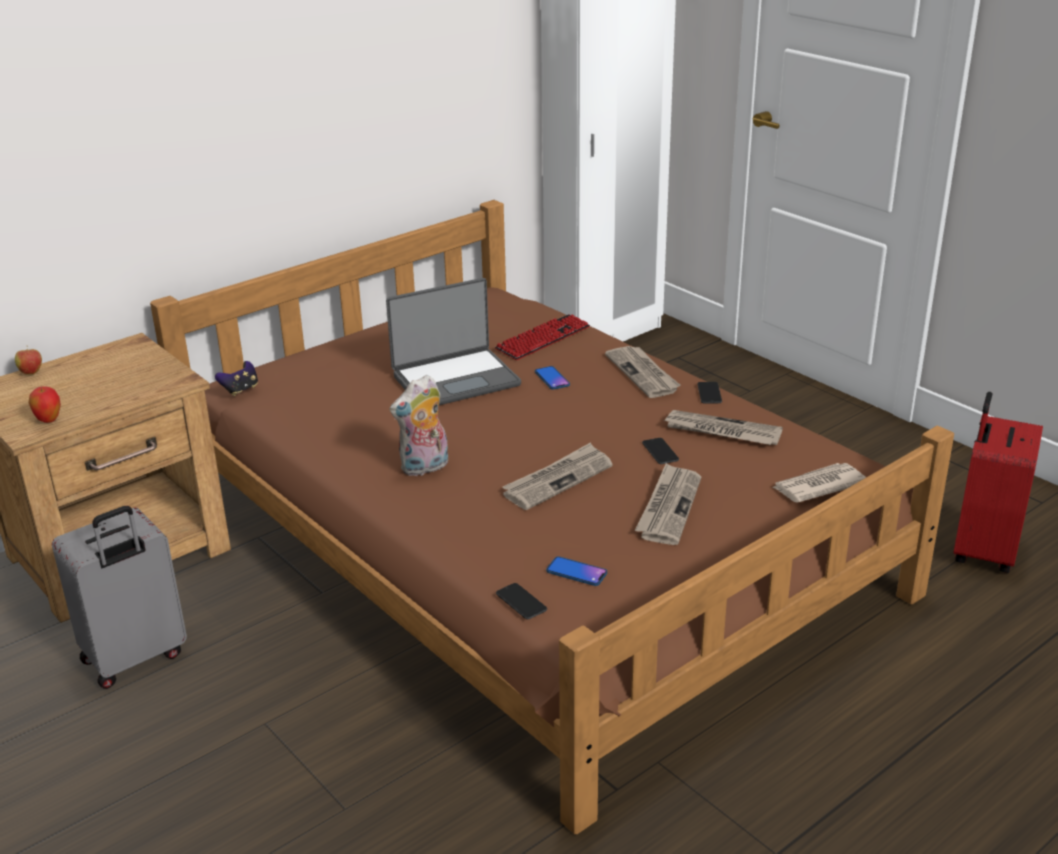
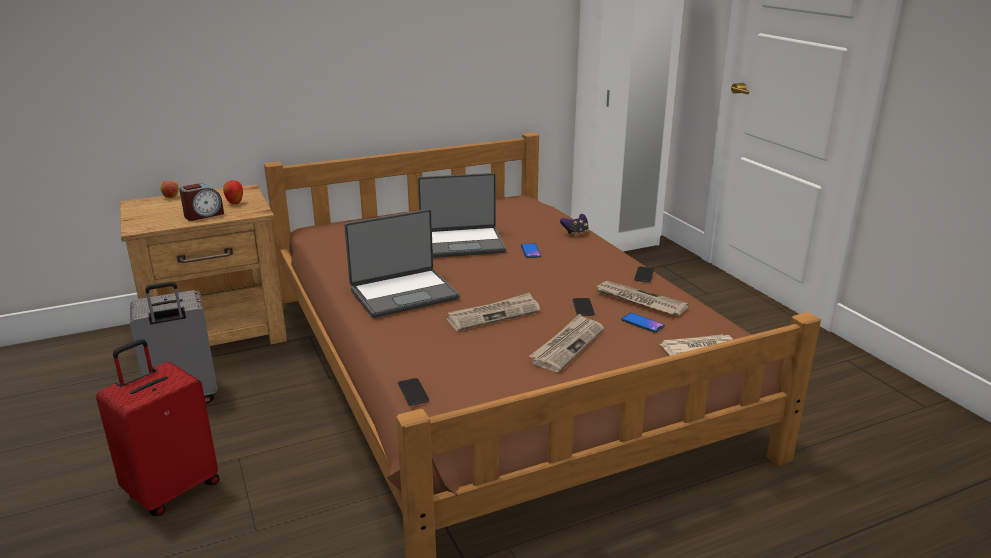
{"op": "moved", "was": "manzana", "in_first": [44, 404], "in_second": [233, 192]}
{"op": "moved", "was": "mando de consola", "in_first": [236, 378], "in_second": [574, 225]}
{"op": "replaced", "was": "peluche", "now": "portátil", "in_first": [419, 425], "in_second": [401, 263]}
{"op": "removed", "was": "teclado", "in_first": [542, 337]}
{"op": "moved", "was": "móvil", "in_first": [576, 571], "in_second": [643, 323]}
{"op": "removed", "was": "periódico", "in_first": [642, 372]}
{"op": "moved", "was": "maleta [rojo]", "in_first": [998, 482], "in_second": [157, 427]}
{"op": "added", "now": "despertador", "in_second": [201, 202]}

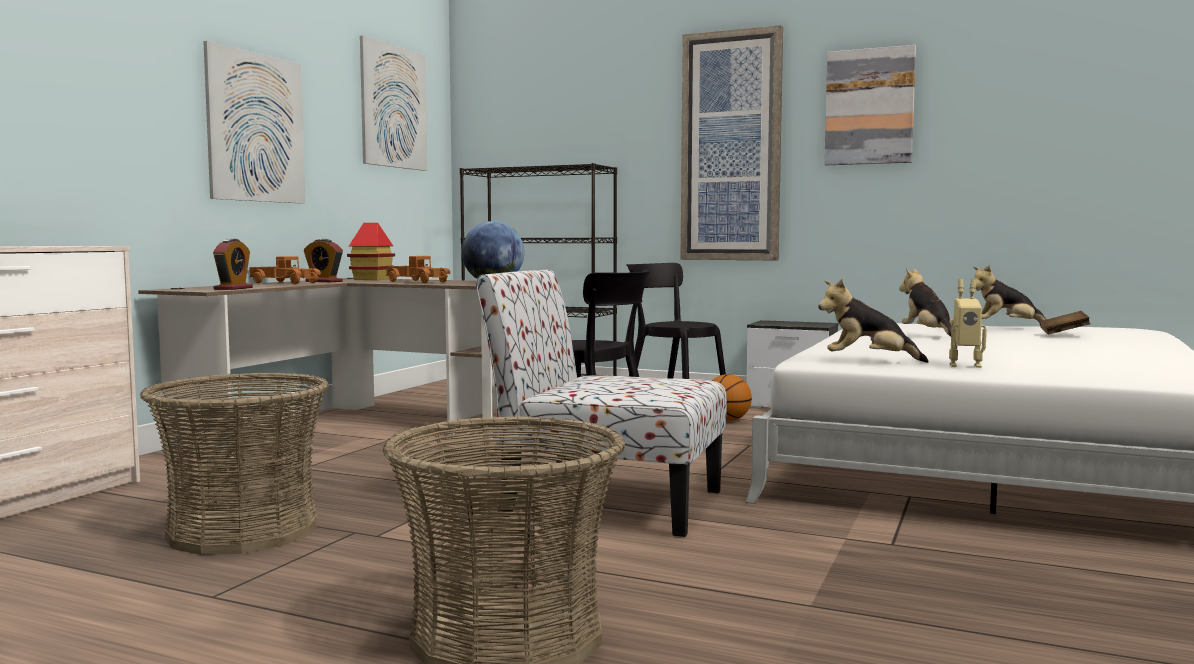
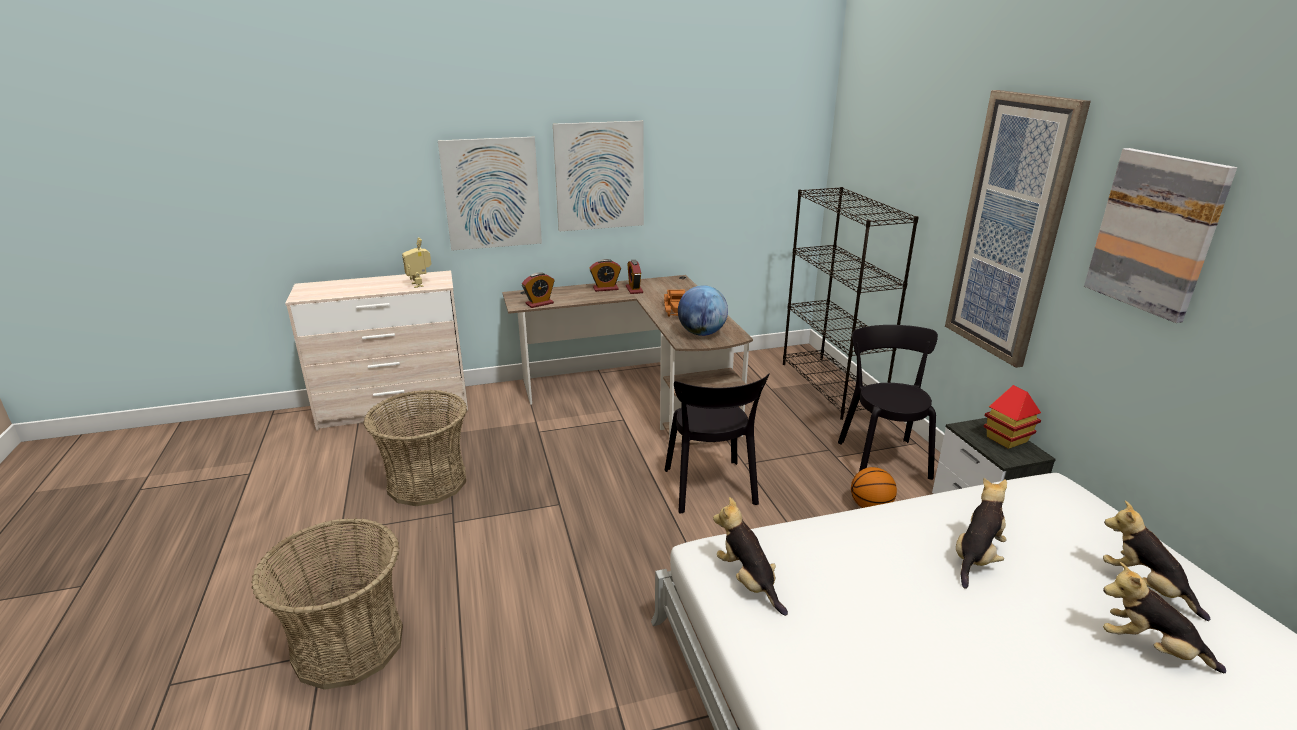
{"op": "replaced", "was": "camión de juguete", "now": "despertador", "in_first": [285, 270], "in_second": [605, 275]}
{"op": "moved", "was": "casita", "in_first": [371, 251], "in_second": [1012, 417]}
{"op": "moved", "was": "cuadro", "in_first": [393, 103], "in_second": [490, 194]}
{"op": "removed", "was": "silla", "in_first": [601, 403]}
{"op": "moved", "was": "robot de juguete", "in_first": [968, 323], "in_second": [416, 263]}
{"op": "replaced", "was": "libro [marrón]", "now": "peluche", "in_first": [1065, 322], "in_second": [1164, 617]}

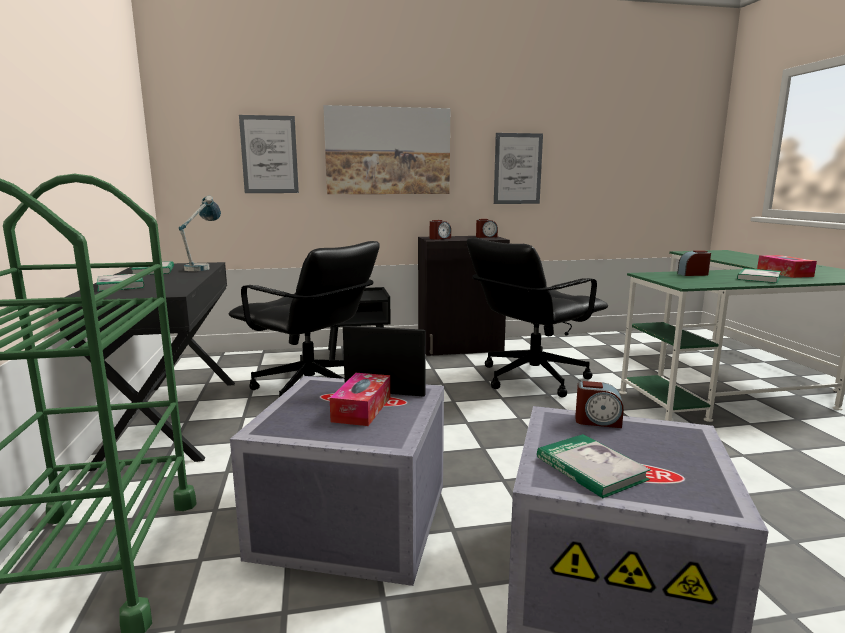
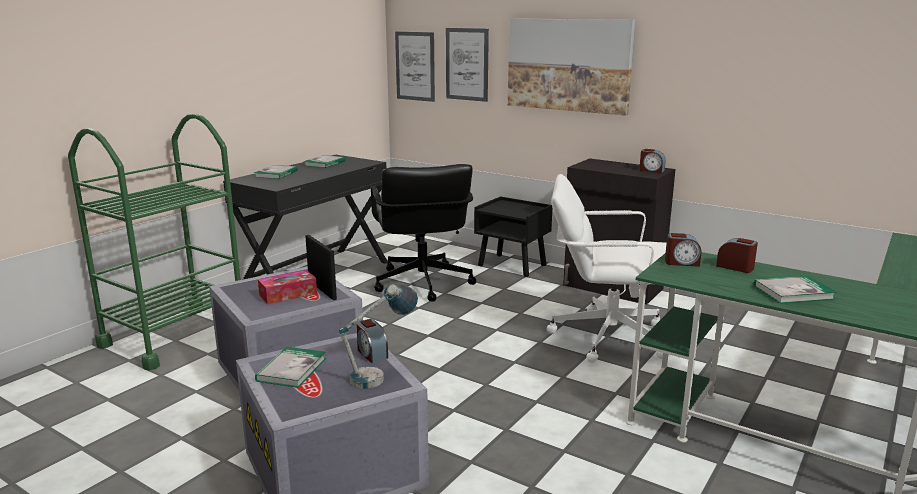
{"op": "moved", "was": "lámpara de mesa", "in_first": [200, 233], "in_second": [378, 337]}
{"op": "moved", "was": "despertador", "in_first": [440, 230], "in_second": [683, 250]}
{"op": "recoloured", "was": "silla de oficina [negro]", "now": "silla de oficina [blanco]", "in_first": [537, 317], "in_second": [606, 268]}
{"op": "moved", "was": "cuadro", "in_first": [518, 168], "in_second": [415, 67]}
{"op": "removed", "was": "caja de pañuelos", "in_first": [787, 266]}

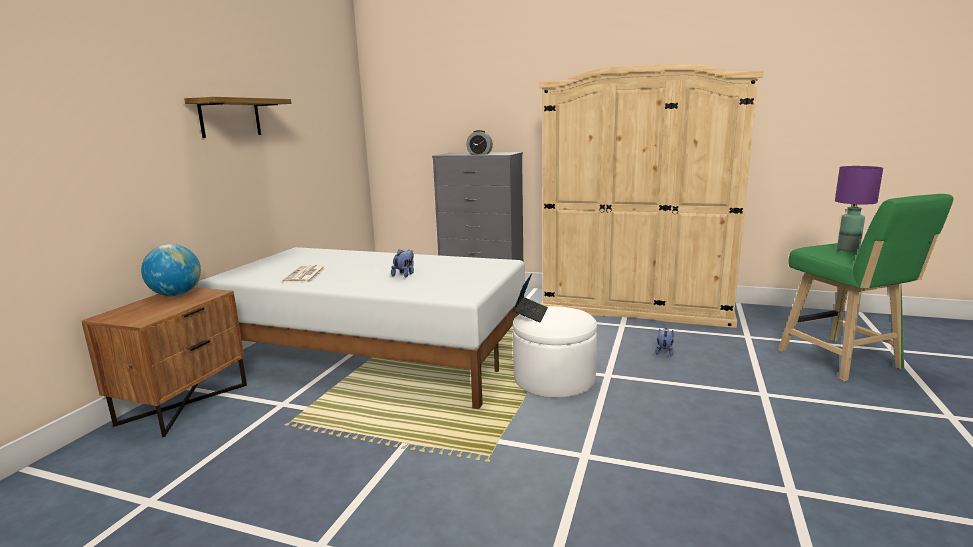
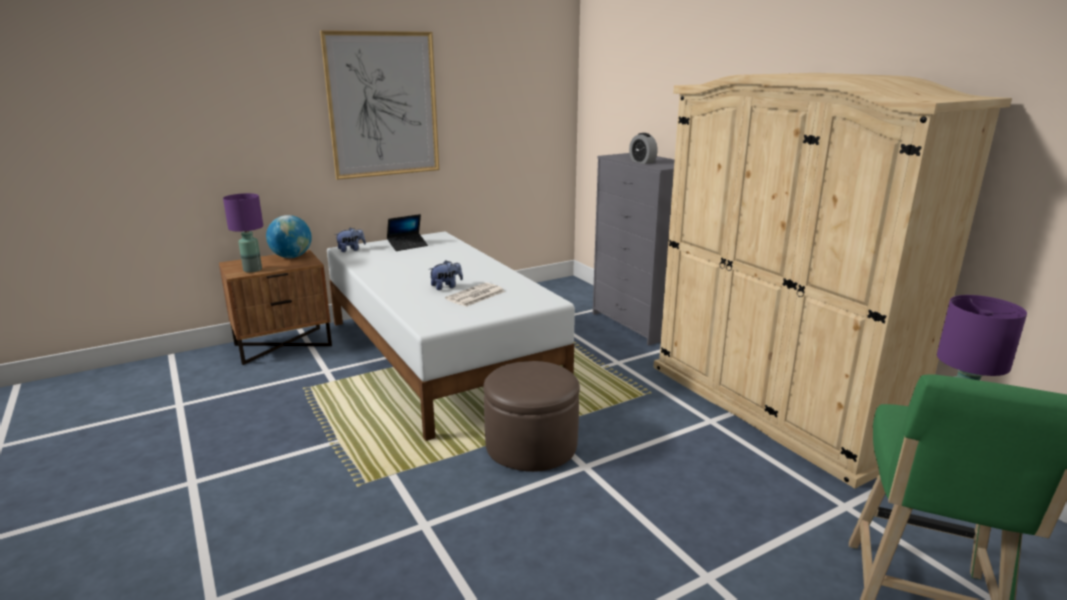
{"op": "replaced", "was": "estante", "now": "cuadro", "in_first": [238, 117], "in_second": [379, 105]}
{"op": "moved", "was": "periódico", "in_first": [304, 274], "in_second": [475, 294]}
{"op": "moved", "was": "portátil", "in_first": [530, 297], "in_second": [407, 232]}
{"op": "recoloured", "was": "puf [blanco]", "now": "puf [marrón]", "in_first": [555, 352], "in_second": [531, 416]}
{"op": "moved", "was": "peluche", "in_first": [664, 342], "in_second": [350, 239]}
{"op": "added", "now": "lámpara de mesa [morado]", "in_second": [243, 233]}

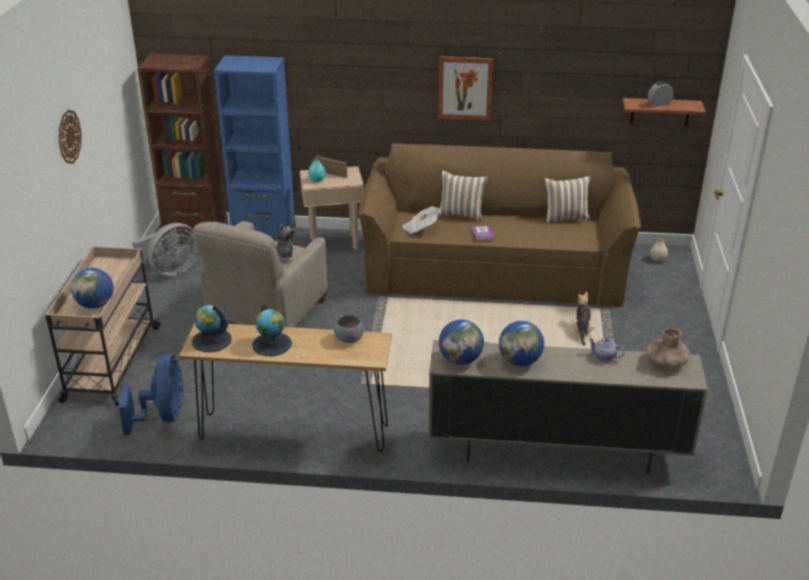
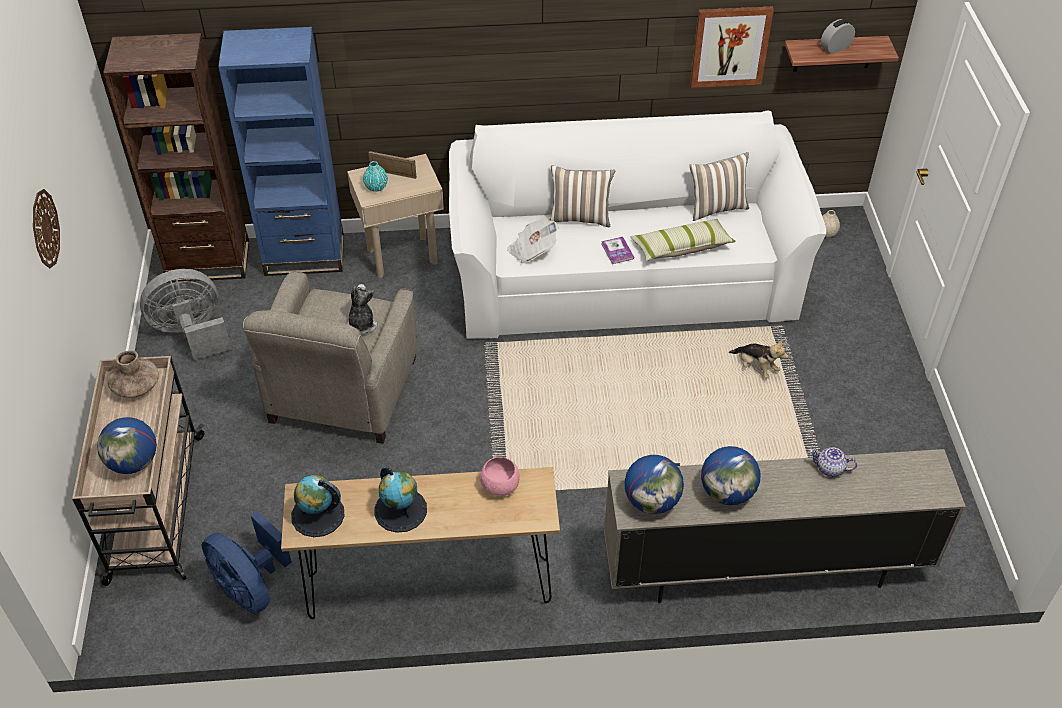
{"op": "turned", "was": "ventilador [azul]", "in_first": [151, 394], "in_second": [247, 562], "clockwise": 150}
{"op": "turned", "was": "ventilador [gris]", "in_first": [165, 249], "in_second": [185, 314], "clockwise": -150}
{"op": "recoloured", "was": "cuenco [gris]", "now": "cuenco [rosa]", "in_first": [349, 329], "in_second": [500, 476]}
{"op": "recoloured", "was": "sofá [marrón]", "now": "sofá [blanco]", "in_first": [499, 224], "in_second": [637, 224]}
{"op": "moved", "was": "cuadro", "in_first": [465, 88], "in_second": [732, 47]}
{"op": "turned", "was": "peluche", "in_first": [584, 319], "in_second": [758, 358], "clockwise": 135}
{"op": "moved", "was": "florero [marrón]", "in_first": [668, 348], "in_second": [133, 374]}
{"op": "added", "now": "cojín", "in_second": [683, 240]}

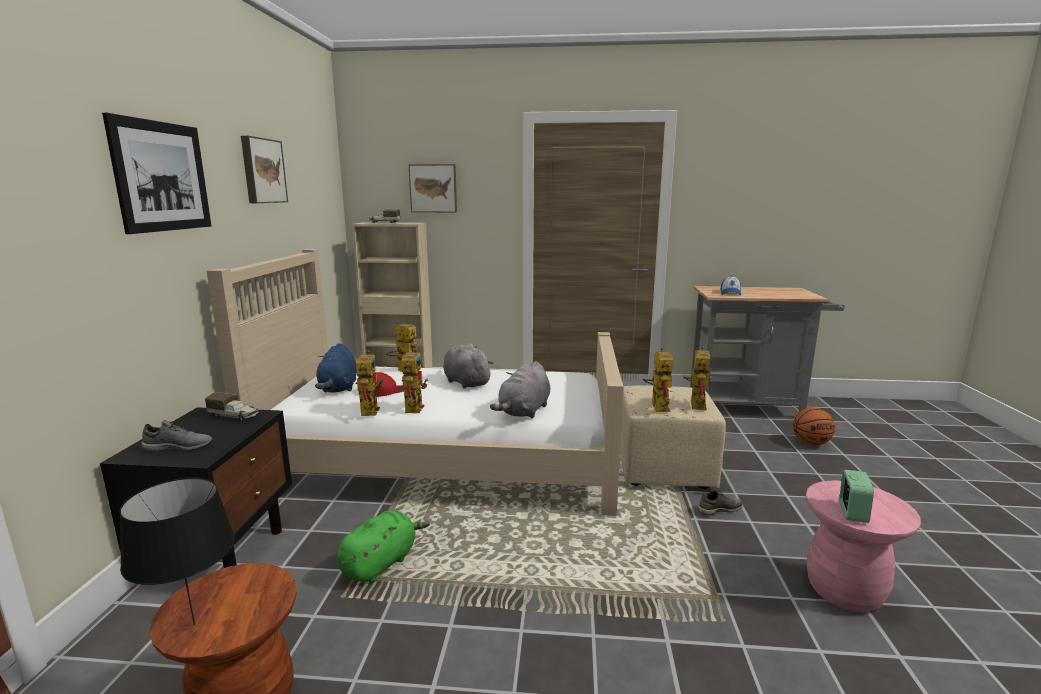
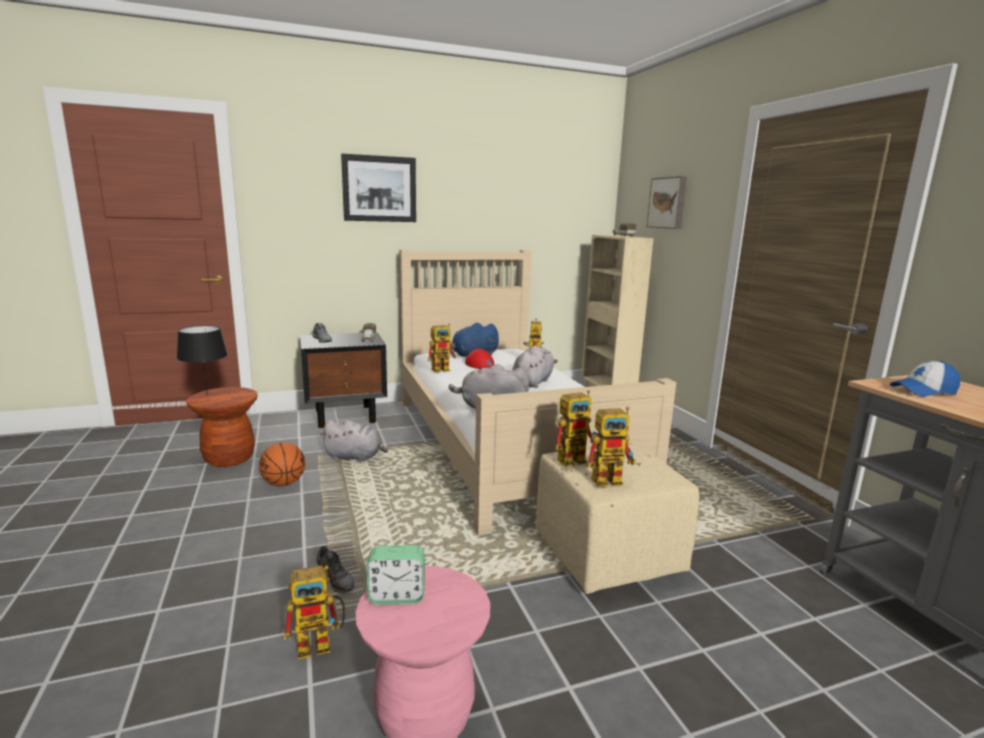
{"op": "removed", "was": "cuadro", "in_first": [264, 169]}
{"op": "recoloured", "was": "peluche [verde]", "now": "peluche [gris]", "in_first": [383, 546], "in_second": [354, 441]}
{"op": "moved", "was": "robot de juguete", "in_first": [415, 380], "in_second": [314, 612]}
{"op": "moved", "was": "zapato [gris]", "in_first": [720, 503], "in_second": [335, 569]}
{"op": "moved", "was": "balón de baloncesto", "in_first": [814, 426], "in_second": [282, 464]}

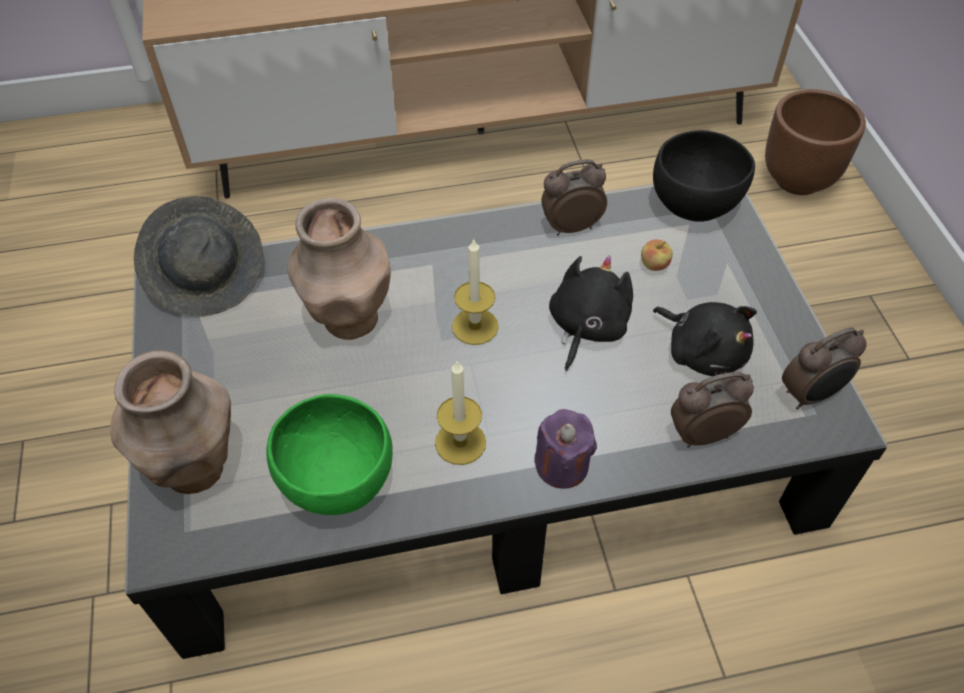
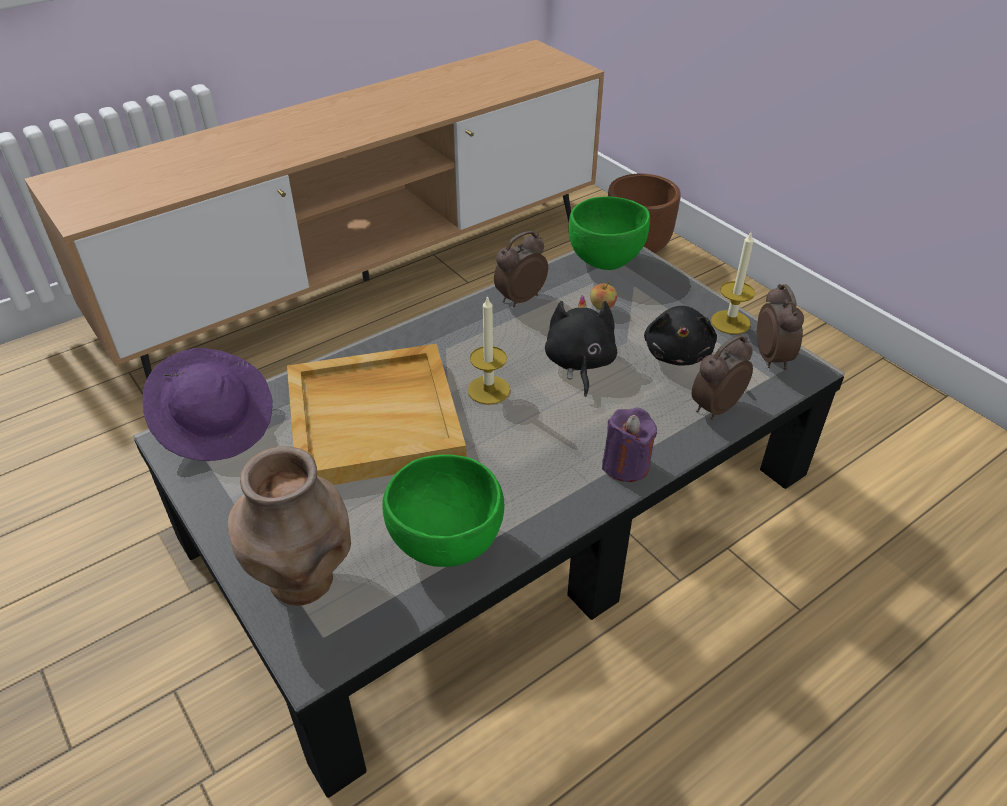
{"op": "recoloured", "was": "sombrero [gris]", "now": "sombrero [morado]", "in_first": [198, 256], "in_second": [208, 404]}
{"op": "replaced", "was": "florero [marrón]", "now": "bandeja [beis]", "in_first": [339, 269], "in_second": [376, 414]}
{"op": "moved", "was": "vela", "in_first": [460, 413], "in_second": [733, 283]}
{"op": "recoloured", "was": "cuenco [negro]", "now": "cuenco [verde]", "in_first": [704, 176], "in_second": [609, 233]}
{"op": "turned", "was": "peluche [negro]", "in_first": [705, 339], "in_second": [680, 336], "clockwise": 75}
{"op": "turned", "was": "despertador", "in_first": [824, 368], "in_second": [780, 327], "clockwise": -45}

